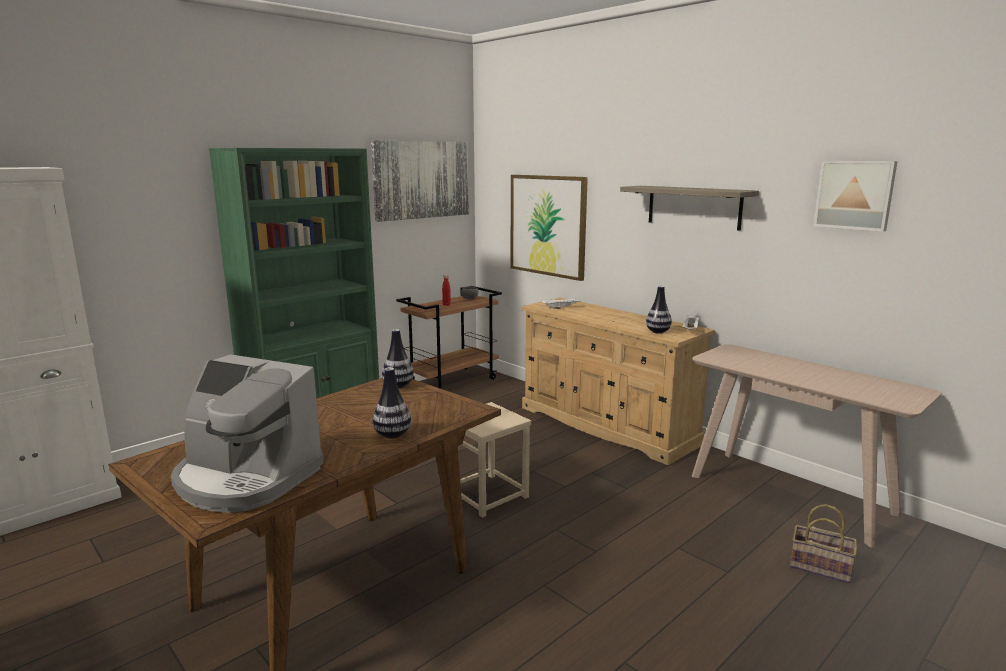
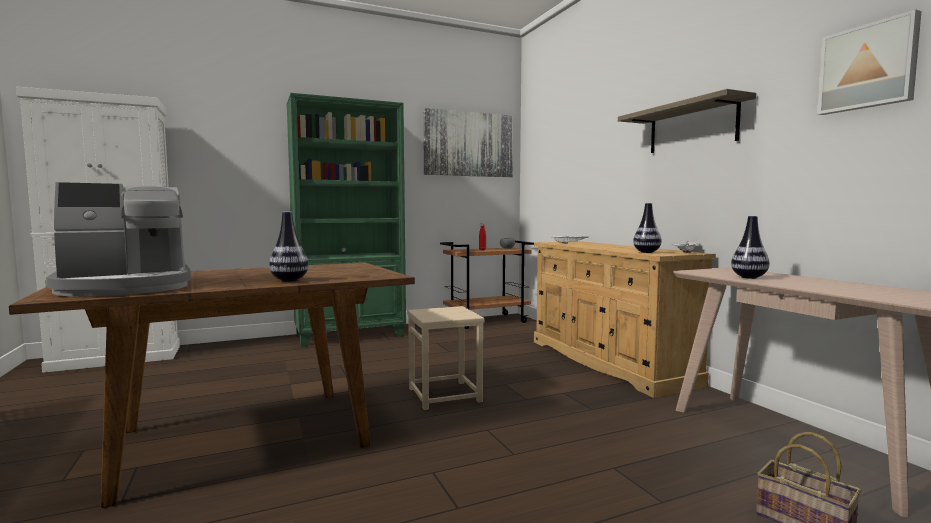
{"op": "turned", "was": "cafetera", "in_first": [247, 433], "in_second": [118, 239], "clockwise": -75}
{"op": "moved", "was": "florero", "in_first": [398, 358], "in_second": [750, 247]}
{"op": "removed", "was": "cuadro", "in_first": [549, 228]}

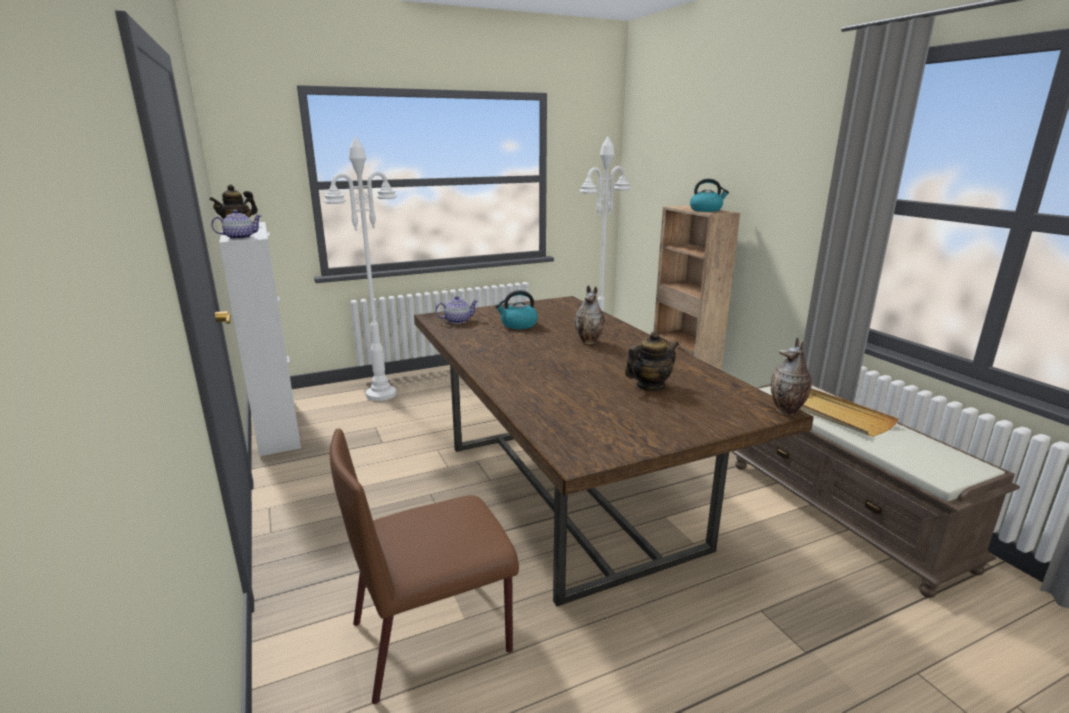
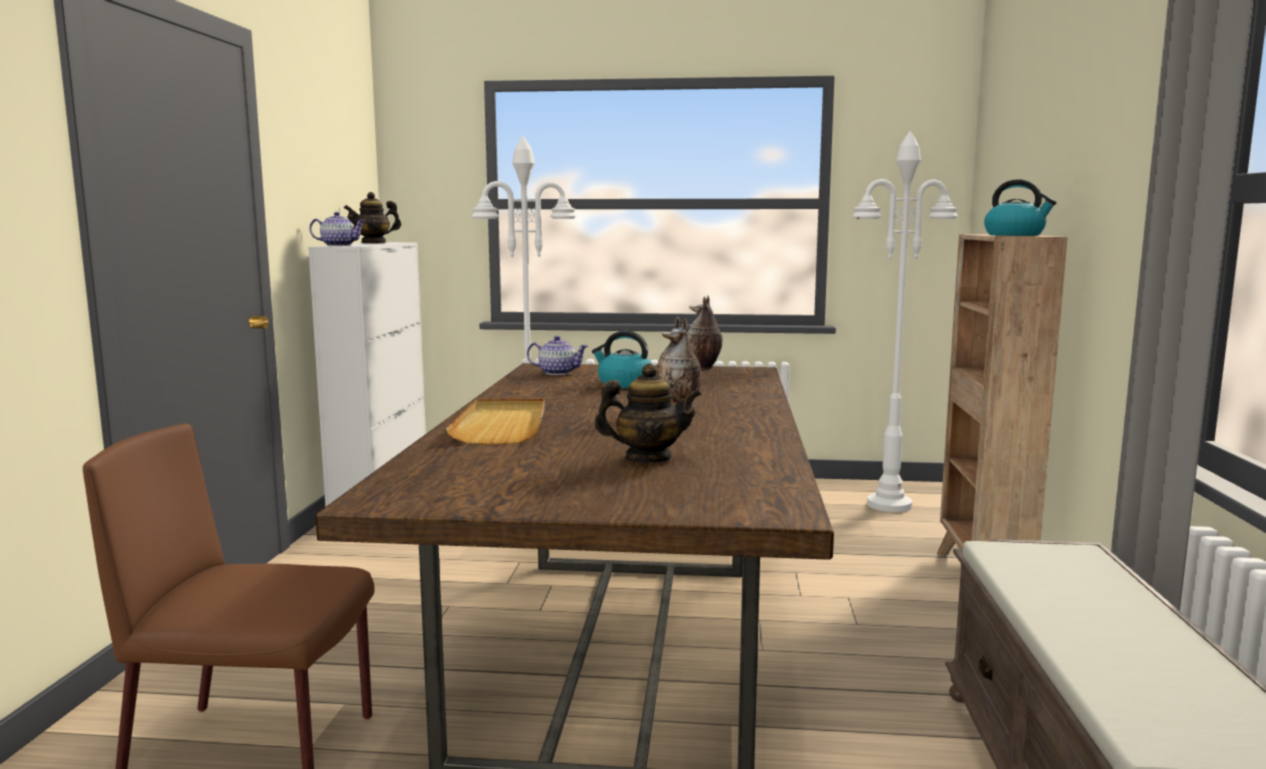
{"op": "moved", "was": "florero", "in_first": [790, 376], "in_second": [704, 332]}
{"op": "moved", "was": "bandeja [beis]", "in_first": [848, 412], "in_second": [495, 421]}

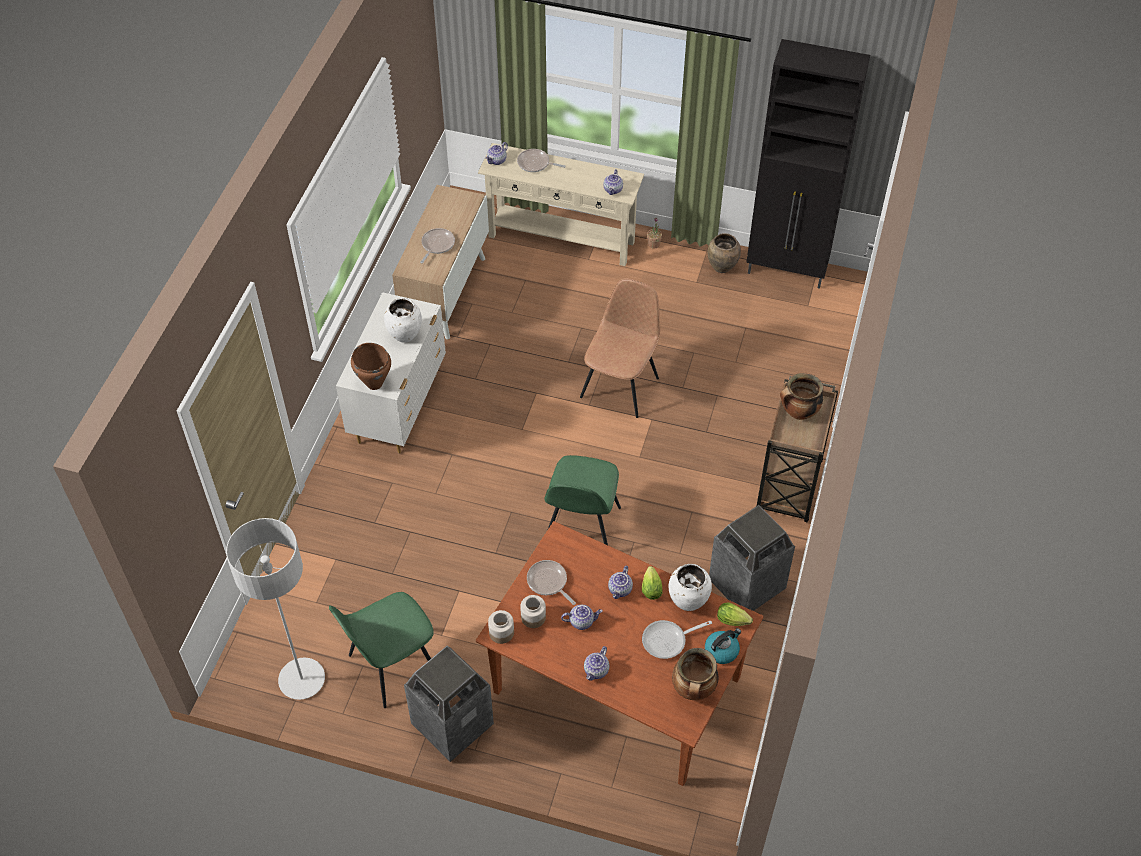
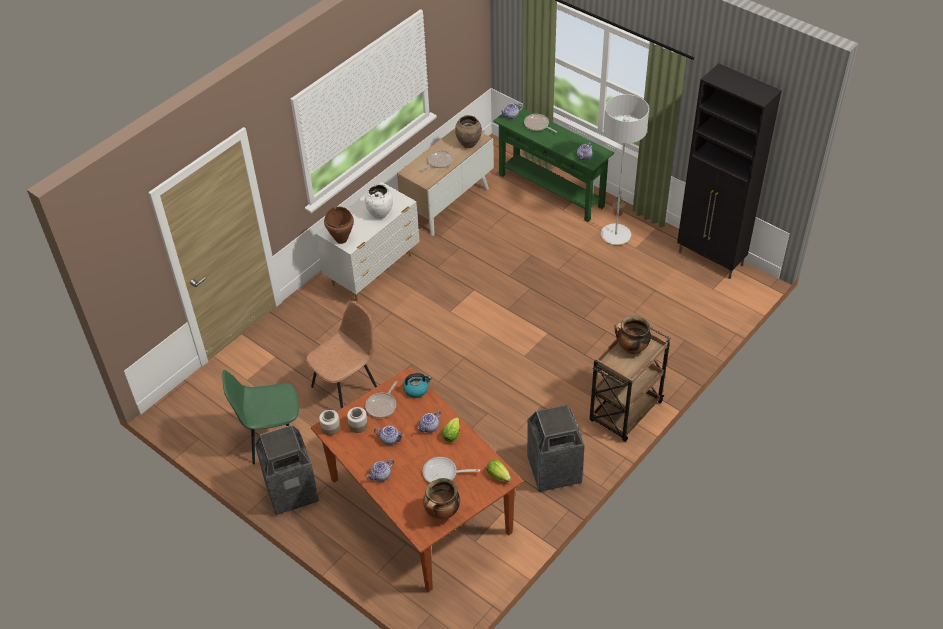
{"op": "moved", "was": "lámpara de pie [gris]", "in_first": [275, 609], "in_second": [625, 169]}
{"op": "recoloured", "was": "mesa consola [beis]", "now": "mesa consola [verde]", "in_first": [561, 204], "in_second": [553, 163]}
{"op": "turned", "was": "sartén", "in_first": [551, 582], "in_second": [381, 399], "clockwise": -135}
{"op": "removed", "was": "silla [verde]", "in_first": [582, 500]}
{"op": "moved", "was": "silla [marrón]", "in_first": [620, 348], "in_second": [341, 354]}
{"op": "removed", "was": "florero [blanco]", "in_first": [690, 587]}
{"op": "moved", "was": "hervidor", "in_first": [723, 646], "in_second": [417, 385]}
{"op": "moved", "was": "florero [marrón]", "in_first": [724, 253], "in_second": [468, 131]}

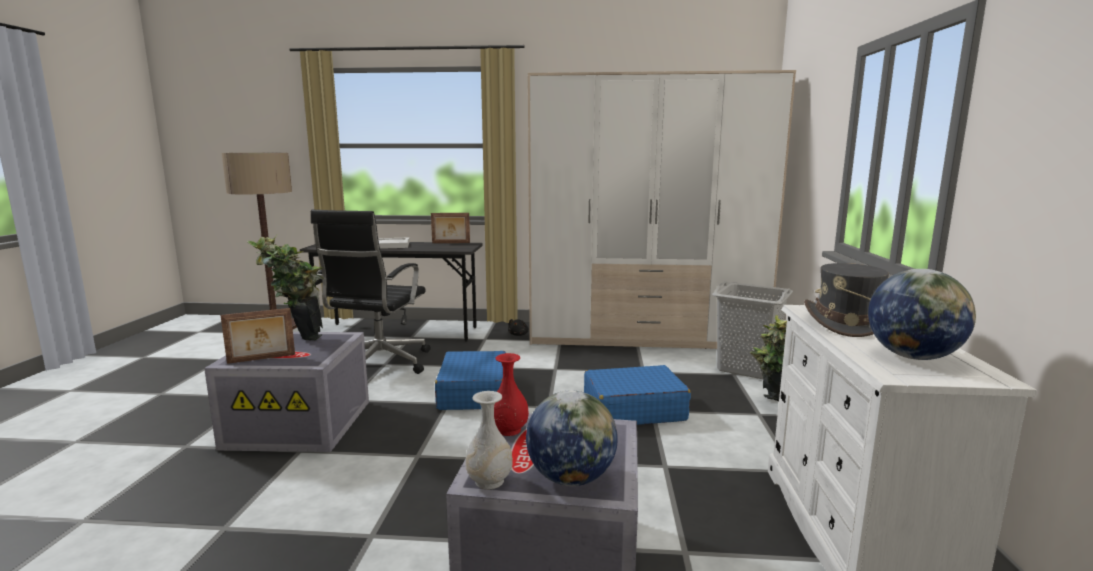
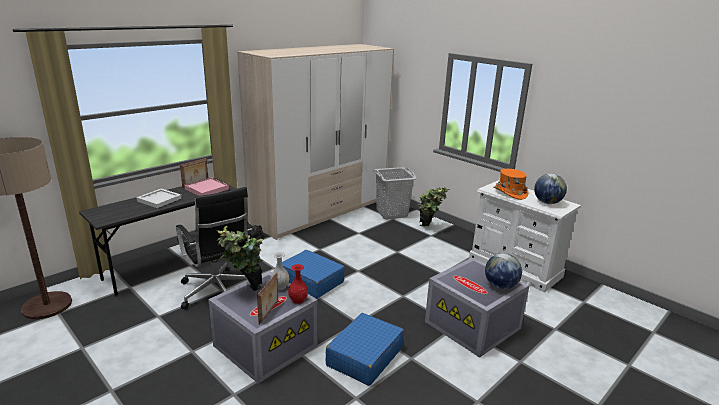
{"op": "moved", "was": "florero [blanco]", "in_first": [489, 440], "in_second": [280, 271]}
{"op": "moved", "was": "florero [rojo]", "in_first": [511, 394], "in_second": [298, 284]}
{"op": "moved", "was": "maleta [azul]", "in_first": [637, 395], "in_second": [365, 349]}
{"op": "recoloured", "was": "sombrero [gris]", "now": "sombrero [naranja]", "in_first": [846, 300], "in_second": [510, 184]}
{"op": "added", "now": "bandeja [rosa]", "in_second": [206, 186]}

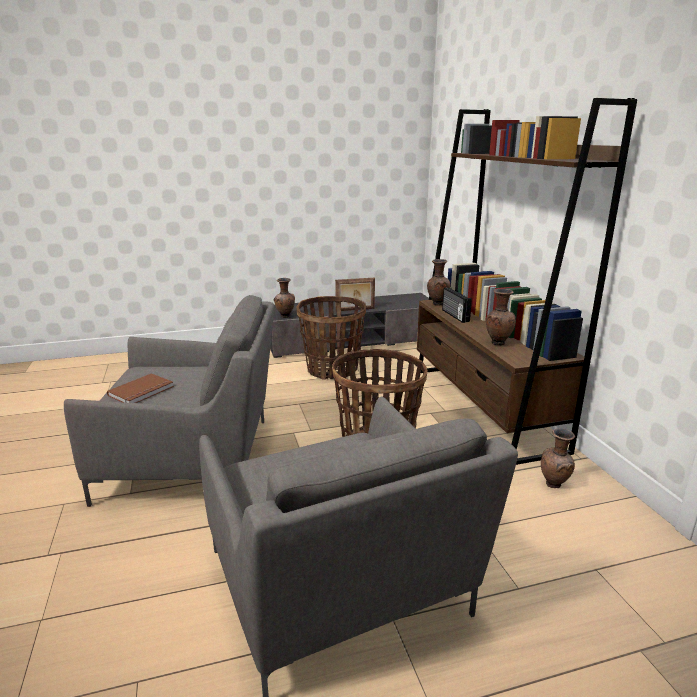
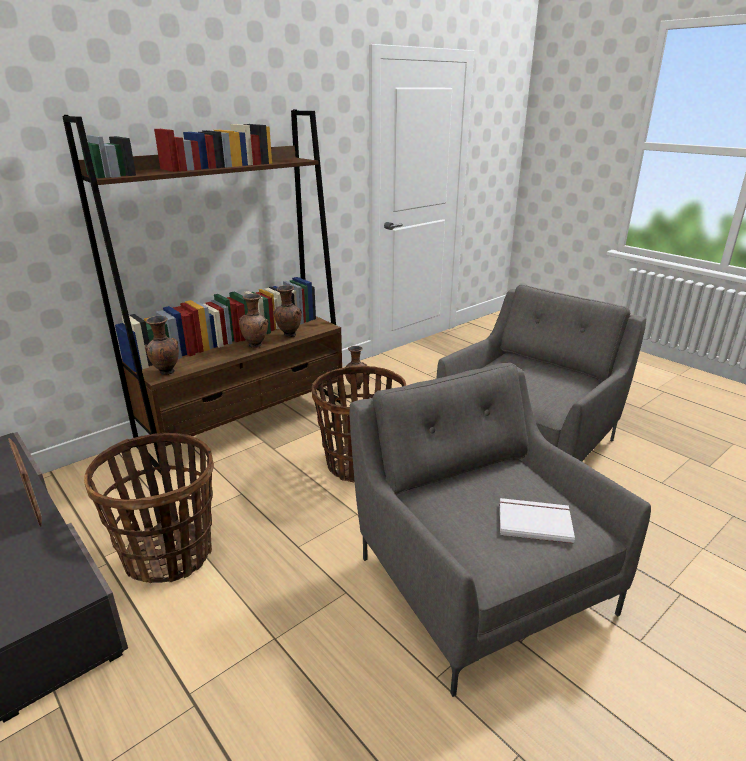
{"op": "recoloured", "was": "libro [marrón]", "now": "libro [blanco]", "in_first": [140, 388], "in_second": [537, 521]}
{"op": "moved", "was": "florero [marrón]", "in_first": [284, 298], "in_second": [254, 320]}
{"op": "removed", "was": "radio", "in_first": [457, 305]}

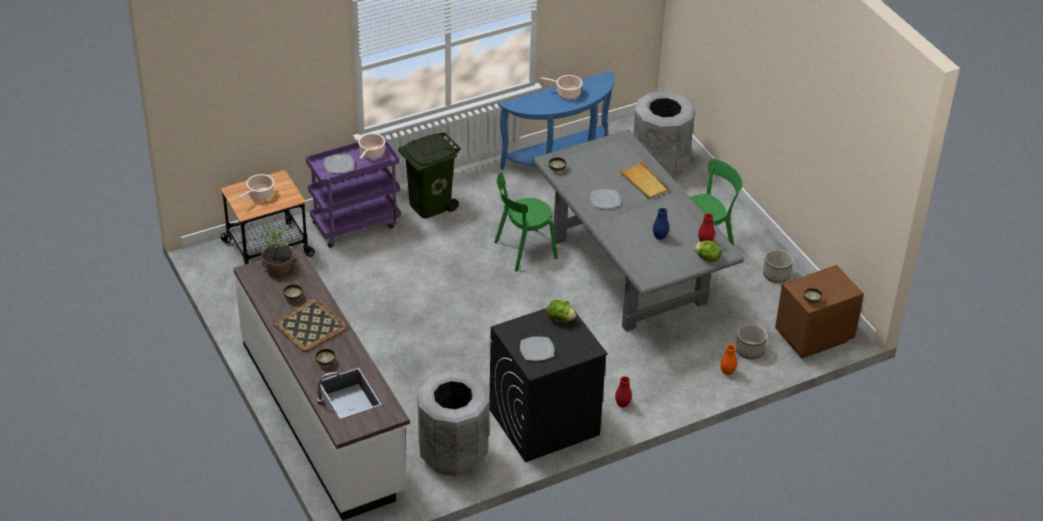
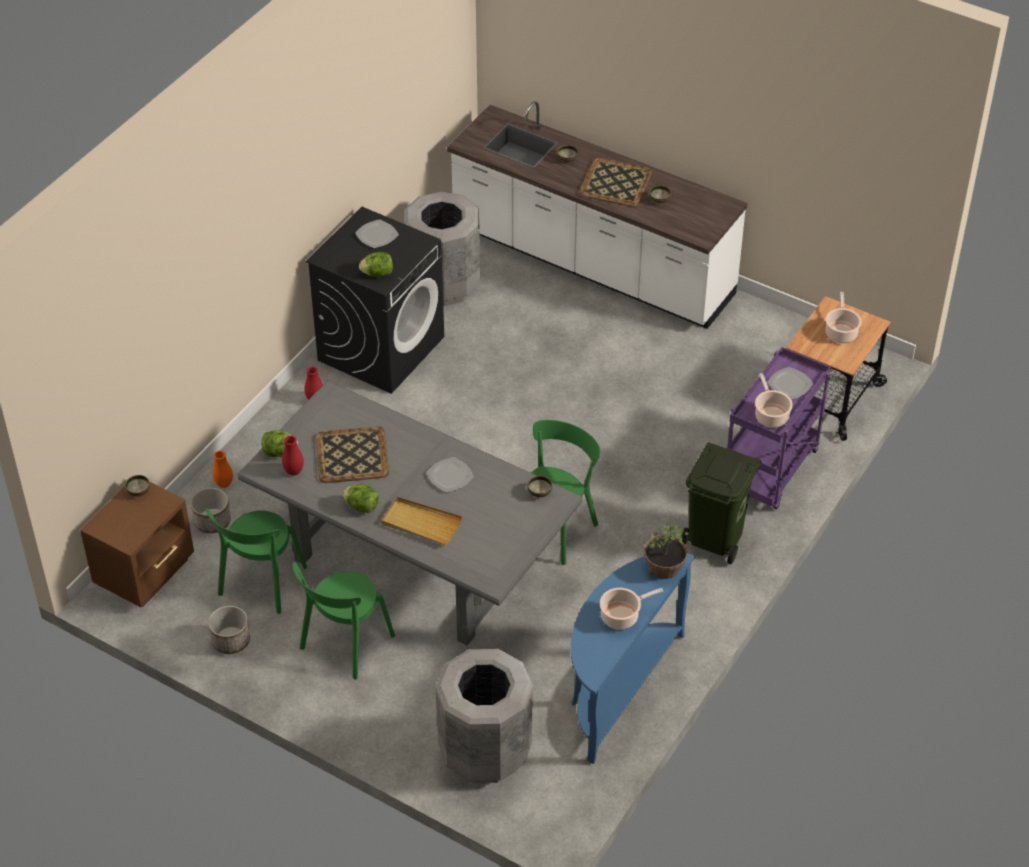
{"op": "moved", "was": "planta en maceta", "in_first": [278, 251], "in_second": [666, 551]}
{"op": "replaced", "was": "florero [azul]", "now": "bandeja", "in_first": [661, 224], "in_second": [352, 454]}
{"op": "added", "now": "silla [verde]", "in_second": [256, 561]}
{"op": "added", "now": "lechuga", "in_second": [360, 498]}

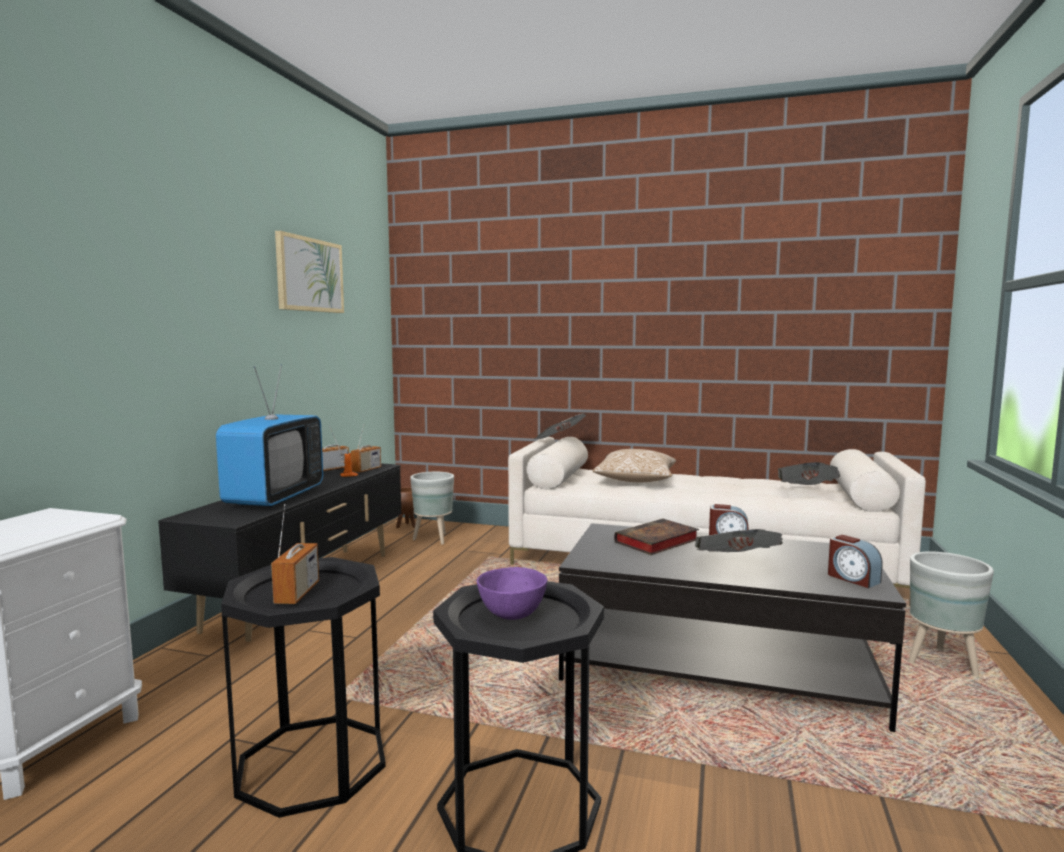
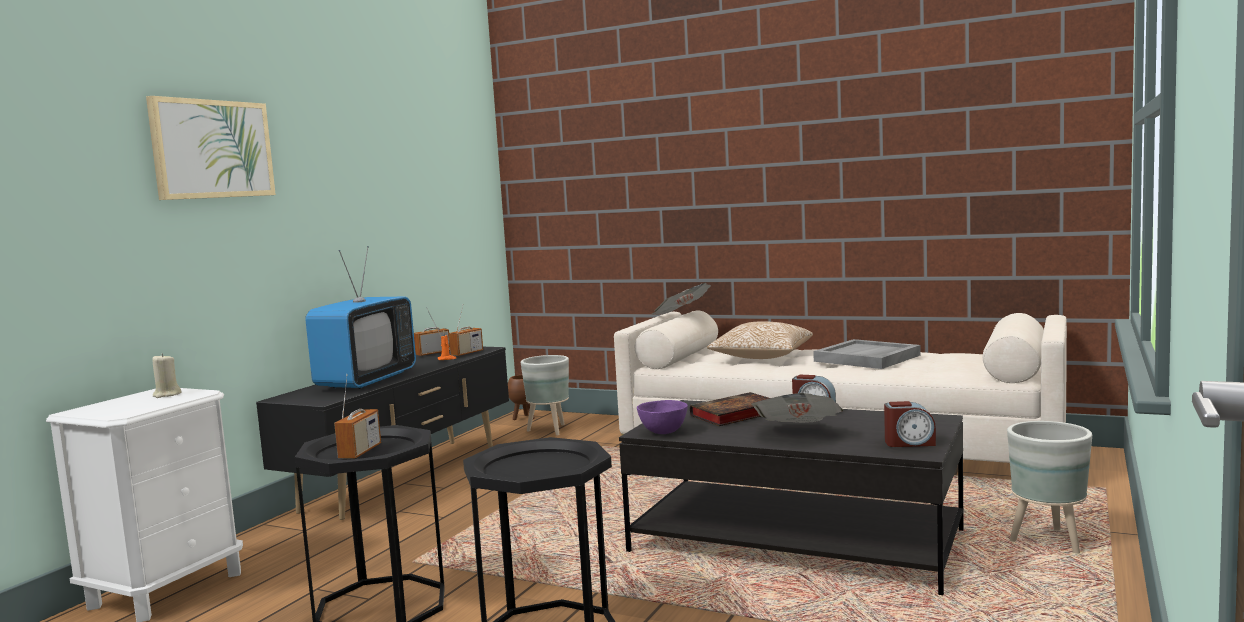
{"op": "moved", "was": "cuadro", "in_first": [309, 272], "in_second": [211, 148]}
{"op": "moved", "was": "cuenco [morado]", "in_first": [512, 593], "in_second": [662, 417]}
{"op": "removed", "was": "periódico", "in_first": [809, 473]}
{"op": "turned", "was": "despertador", "in_first": [855, 561], "in_second": [910, 424], "clockwise": -60}
{"op": "added", "now": "vela [beis]", "in_second": [166, 375]}
{"op": "added", "now": "bandeja [gris]", "in_second": [867, 354]}

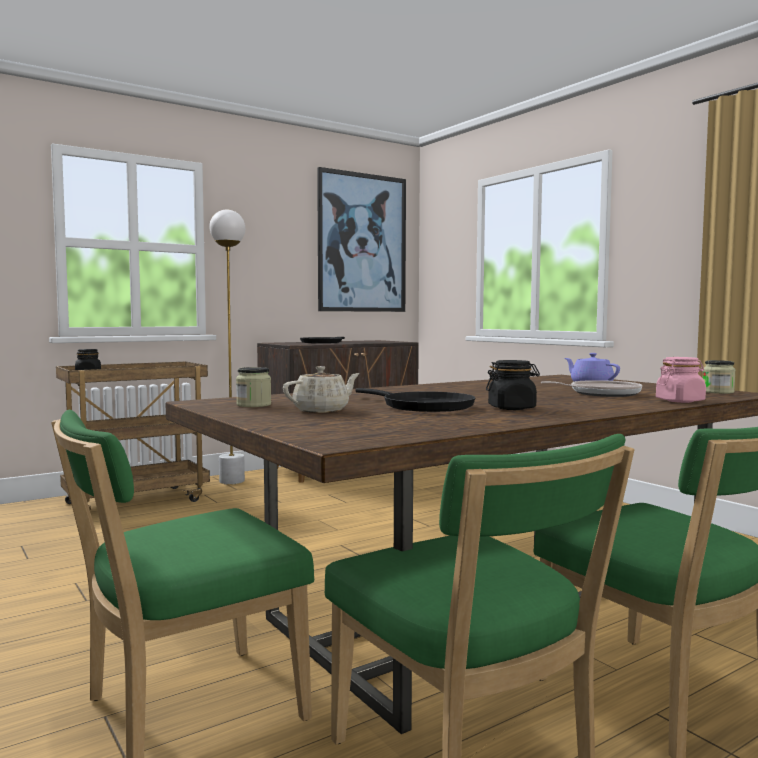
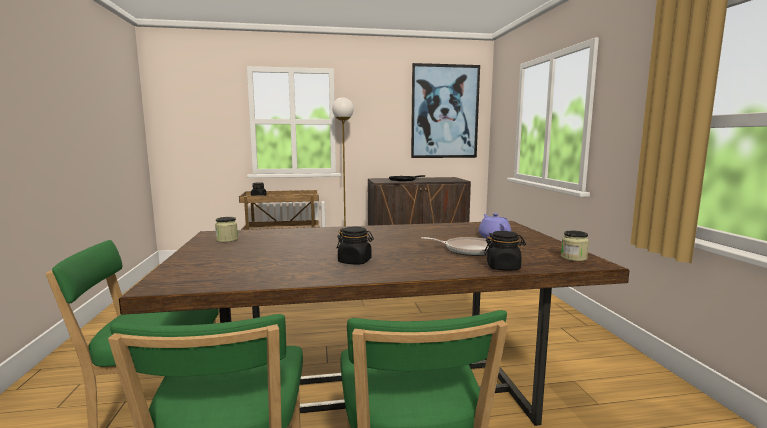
{"op": "removed", "was": "tetera [beis]", "in_first": [321, 389]}
{"op": "removed", "was": "sartén [negro]", "in_first": [415, 400]}
{"op": "recoloured", "was": "tarro [rosa]", "now": "tarro [negro]", "in_first": [681, 380], "in_second": [505, 250]}

